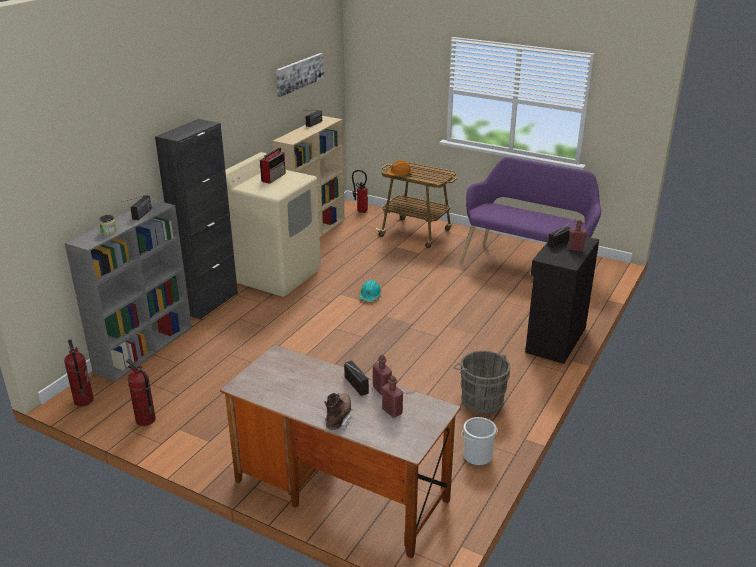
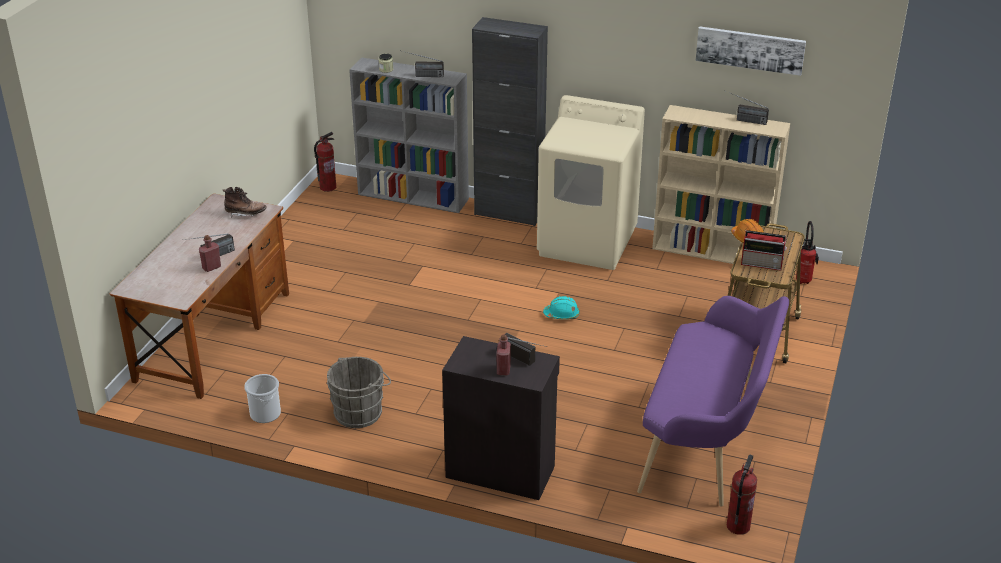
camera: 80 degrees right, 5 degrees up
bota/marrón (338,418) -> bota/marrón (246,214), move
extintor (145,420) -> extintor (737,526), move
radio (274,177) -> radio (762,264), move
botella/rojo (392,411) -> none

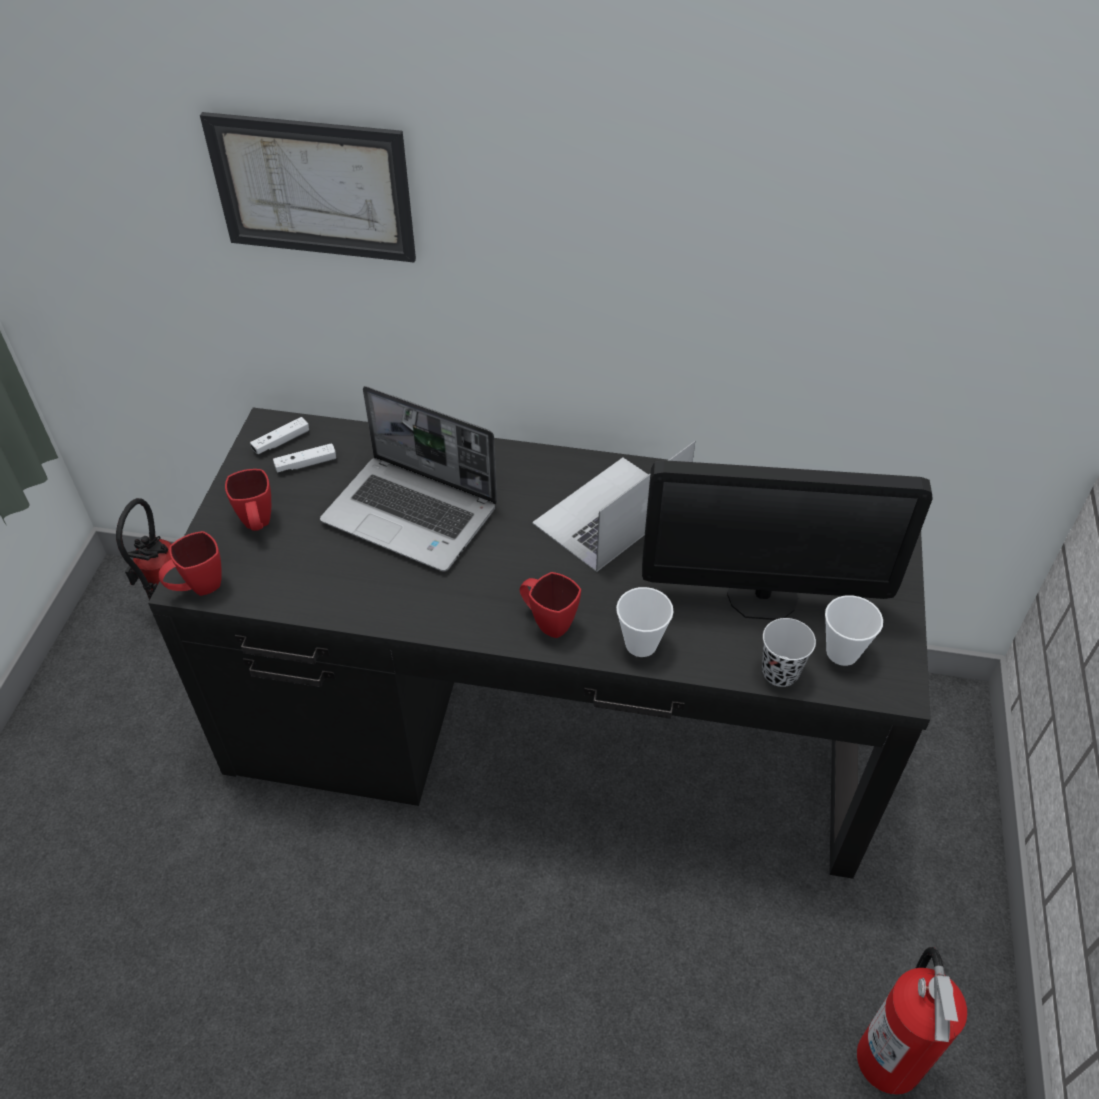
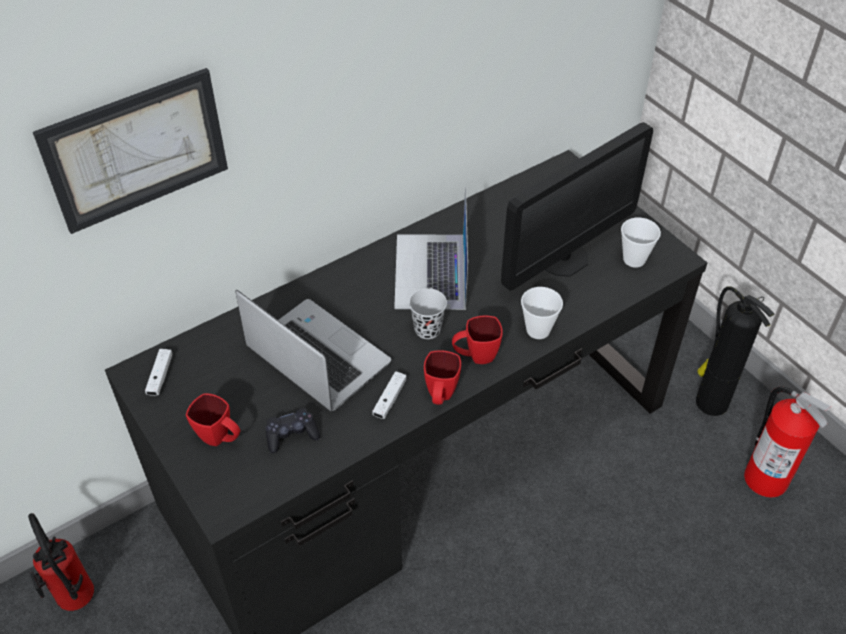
camera: 45 degrees left, 0 degrees up
portátil (413,515) -> portátil (315,357), 120 degrees counterclockwise
none -> mando de consola/negro (291,435)
mando de consola/blanco (306,464) -> mando de consola/blanco (389,399), move
taza/negro (780,672) -> taza/negro (427,329), move
taza grande/rojo (198,588) -> taza grande/rojo (440,397), move
none -> extintor (710,401)

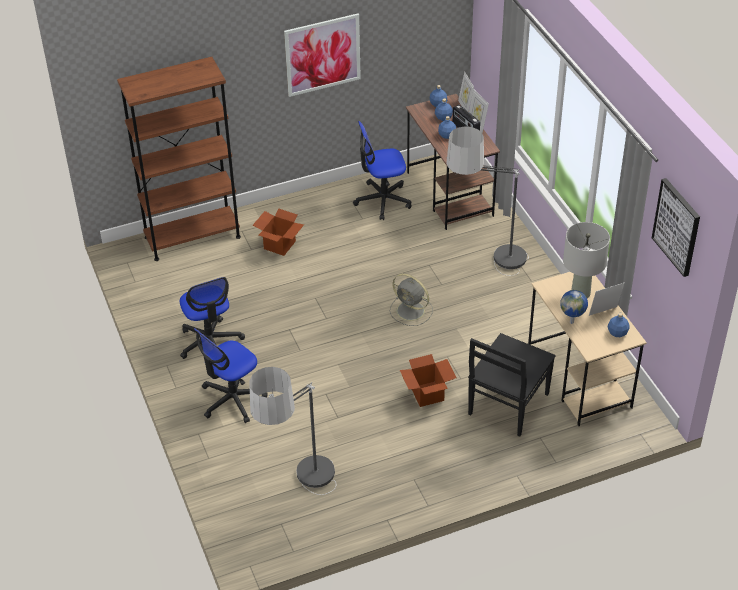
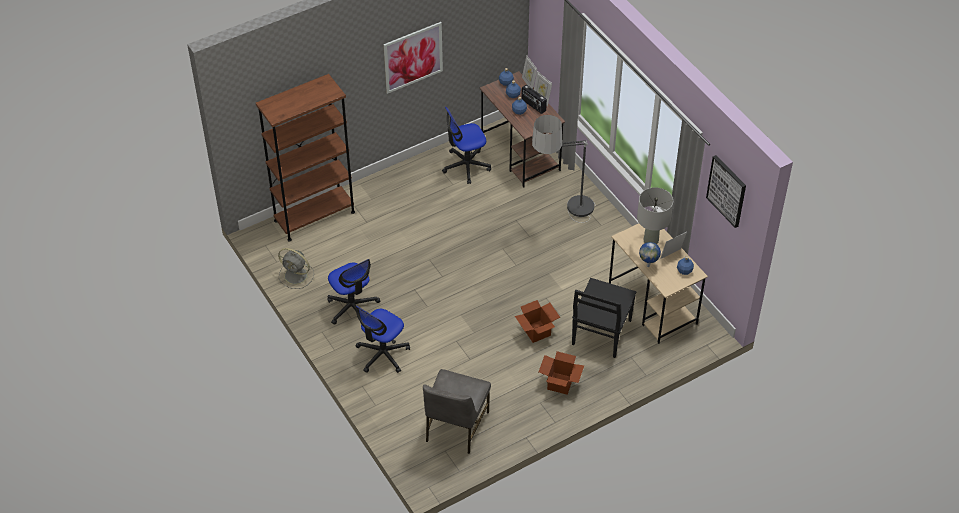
camera: 10 degrees left, 5 degrees up
ventilador/gris (411,311) -> ventilador/gris (296,276), move
lámpara de pie (301,496) -> silla/gris (455,427)
caja de cartón (279,245) -> caja de cartón (560,383), move

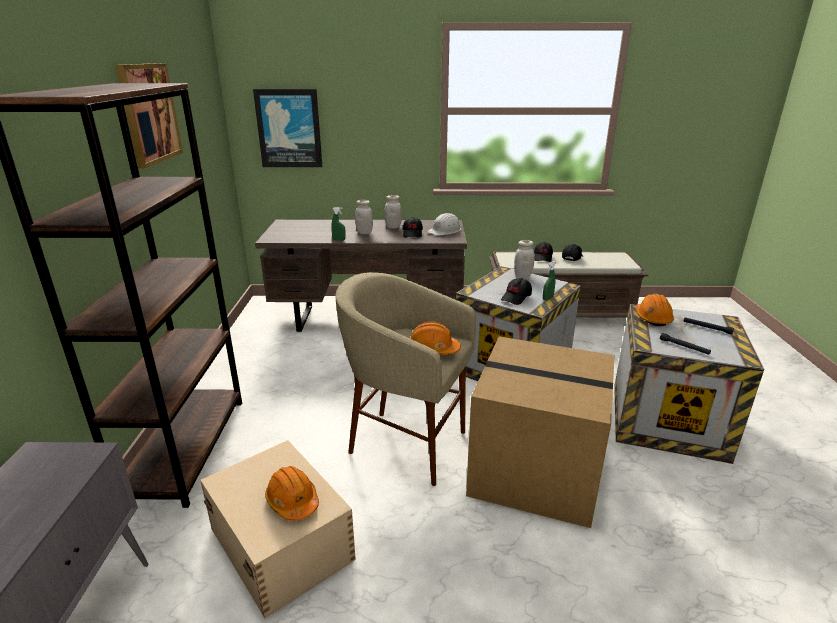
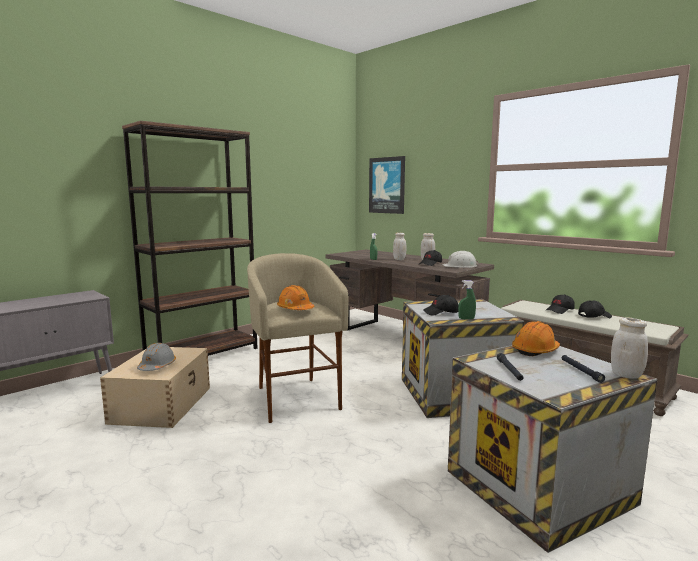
camera: 45 degrees right, 15 degrees down
casco/naranja (292,501) -> casco/gris (157,366)
tarro/blanco (522,275) -> tarro/blanco (626,375), move
cuadro (149,113) -> none
caja de cartón (533,471) -> none

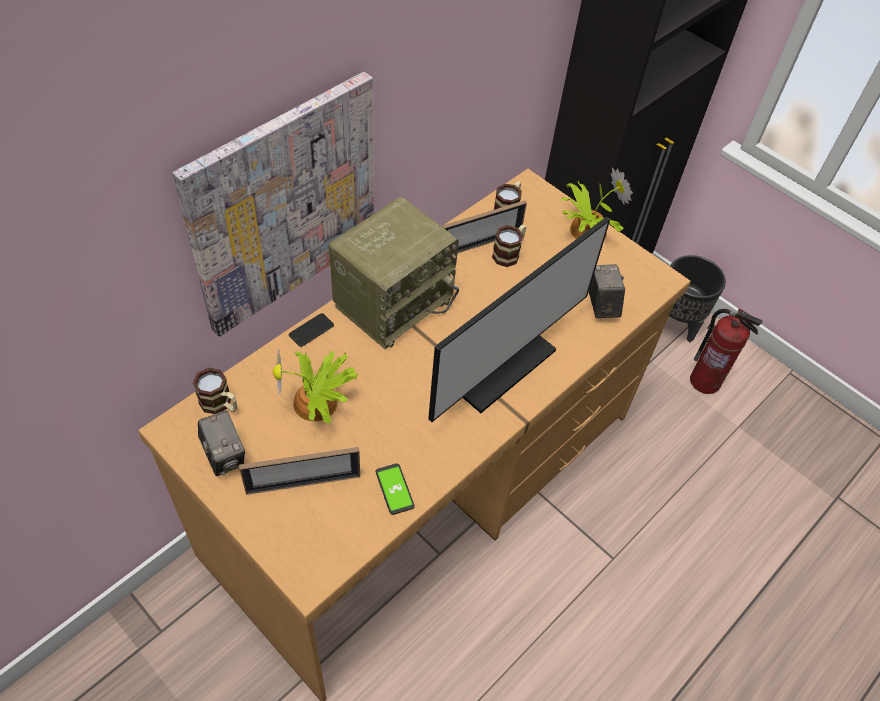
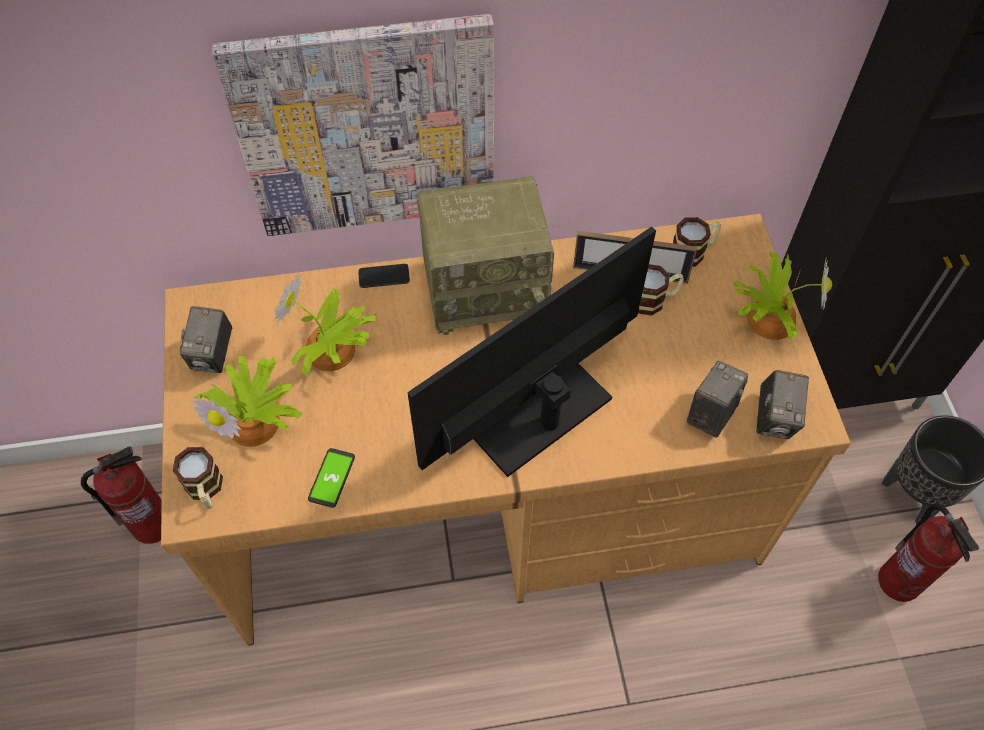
camera: 40 degrees right, 5 degrees up
none -> extintor (152,524)
taza grande (220,404) -> taza grande (205,490), move
portarretratos (303,483) -> planta en maceta (257,421)
monitor (500,365) -> monitor (540,415), 150 degrees clockwise
none -> cámara (775,418)

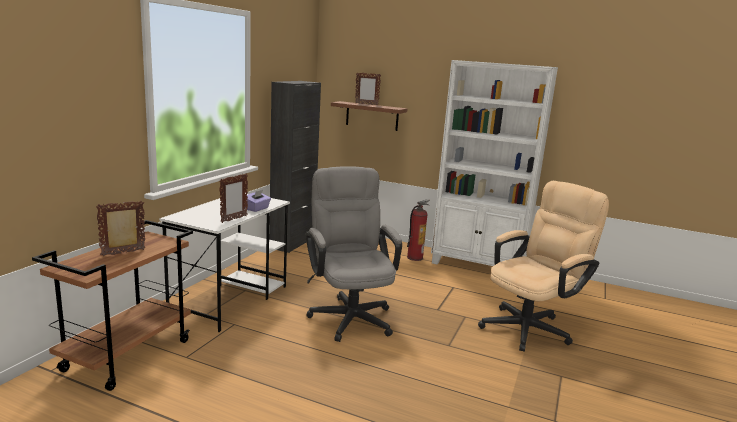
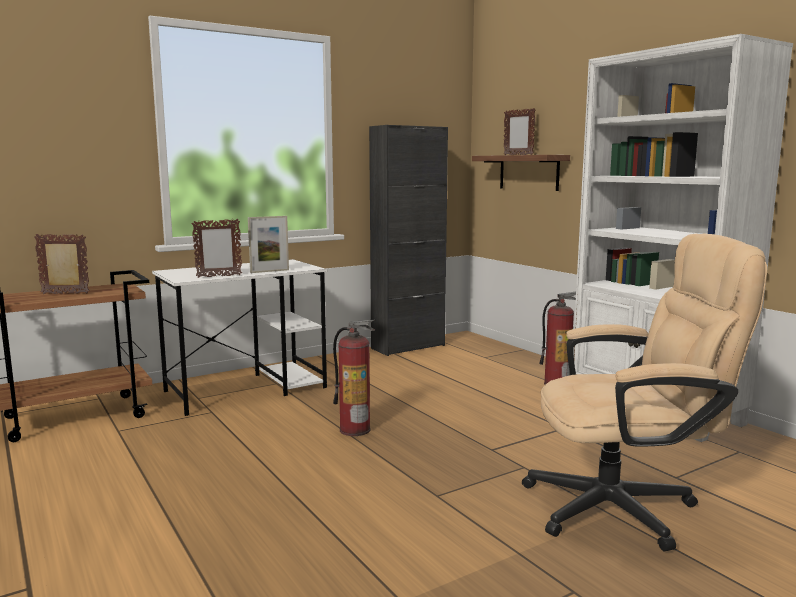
camera: 35 degrees right, 5 degrees down
caja de pañuelos/morado (257,209) -> portarretratos (269,271)
silla de oficina/gris (349,314) -> extintor (355,429)

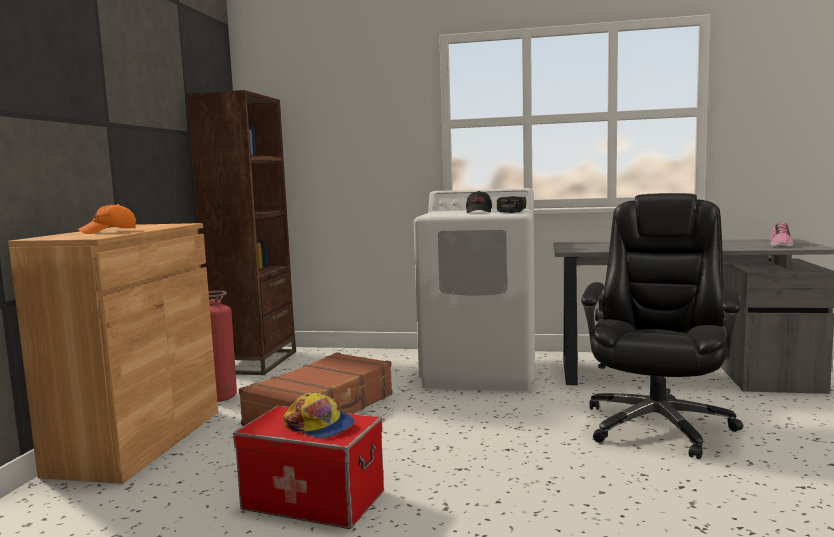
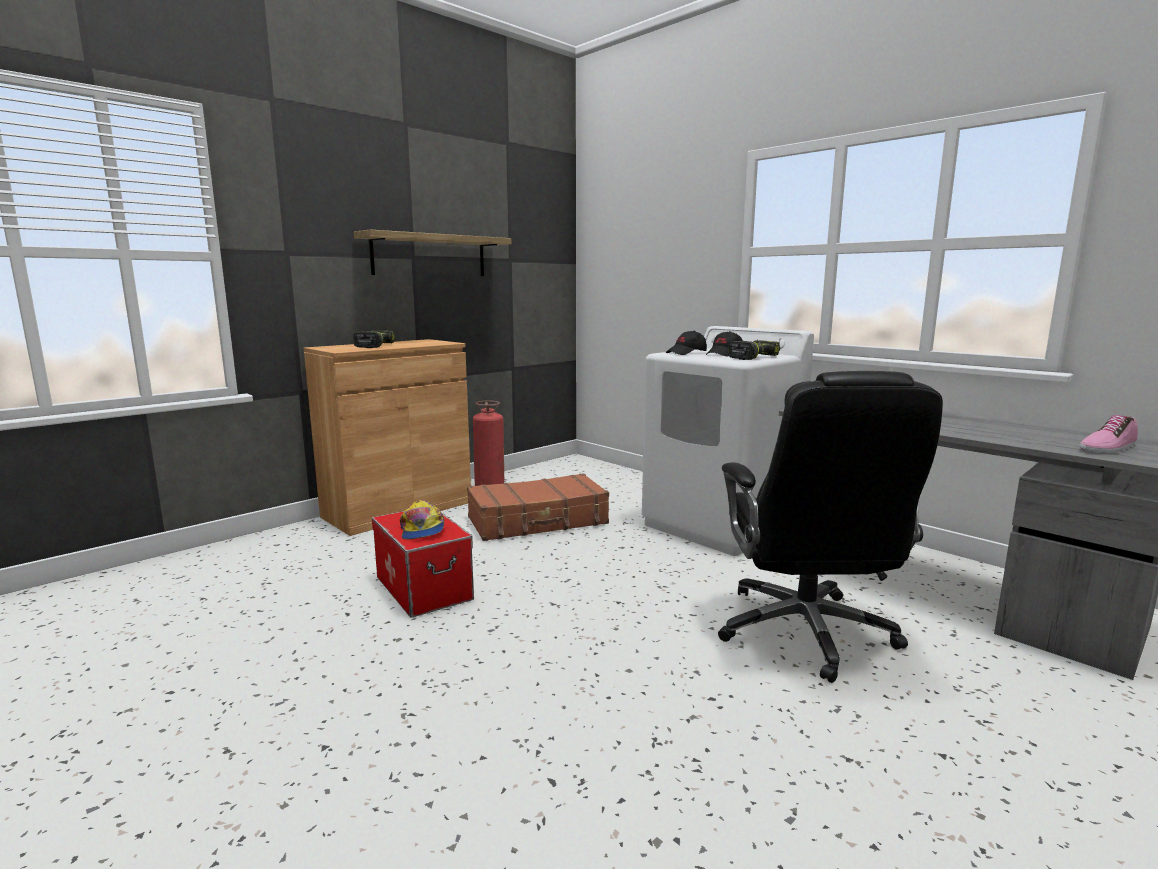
camera: 35 degrees right, 5 degrees up
gorra/naranja (109,232) -> taladro (374,346)
none -> estante (430,255)
none -> gorra/negro (686,353)
silla de oficina/negro (657,425) -> silla de oficina/negro (806,632), 120 degrees clockwise
estantería/marrón (255,362) -> none

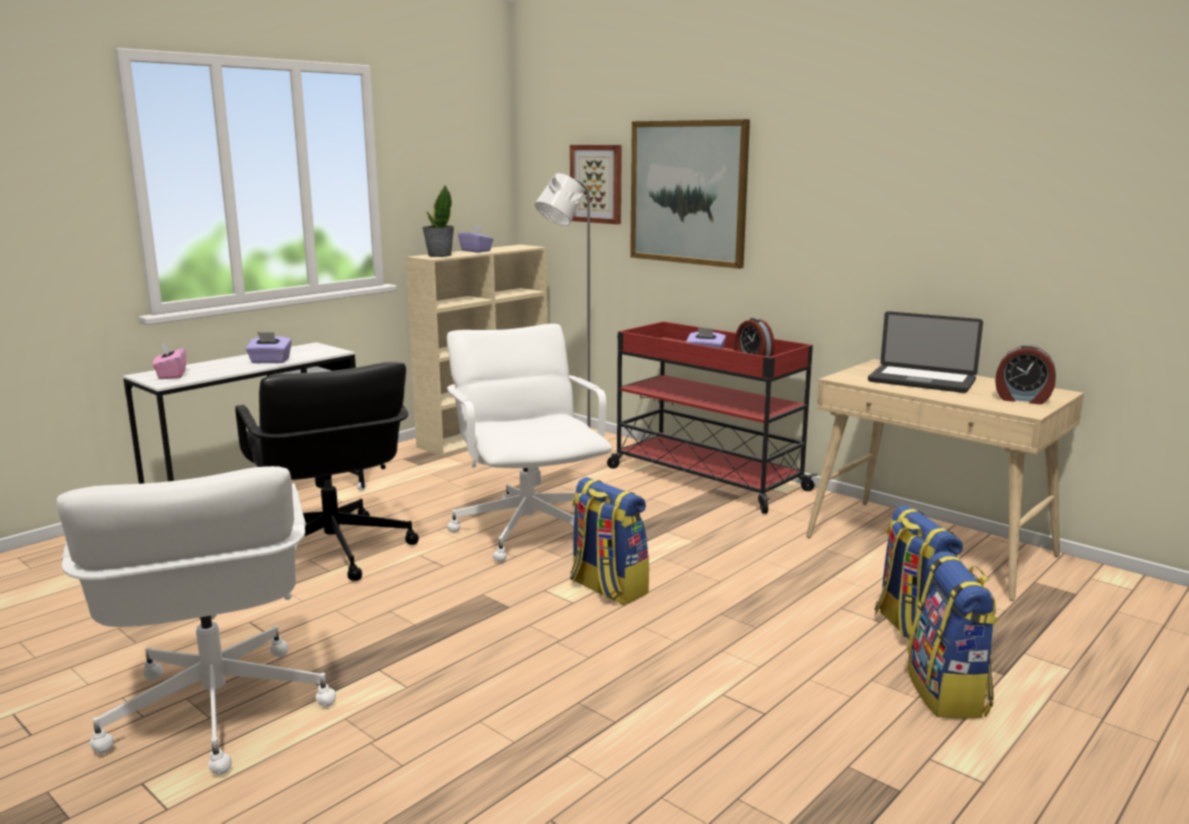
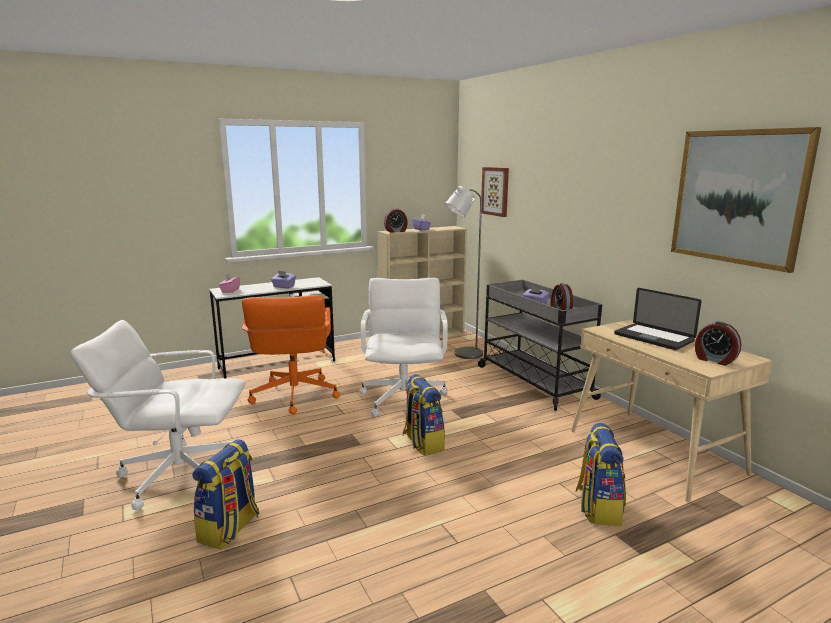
camera: 20 degrees right, 0 degrees up
silla de oficina/blanco (215,712) -> silla de oficina/blanco (178,474), 90 degrees clockwise
mochila (948,693) -> mochila (230,529), move
silla de oficina/negro (333,552) -> silla de oficina/naranja (294,396)
planta en maceta (439,255) -> despertador (396,231)
carrito/rojo (704,478) -> carrito/gris (533,381)
cuadro (688,192) -> cuadro (738,197), move

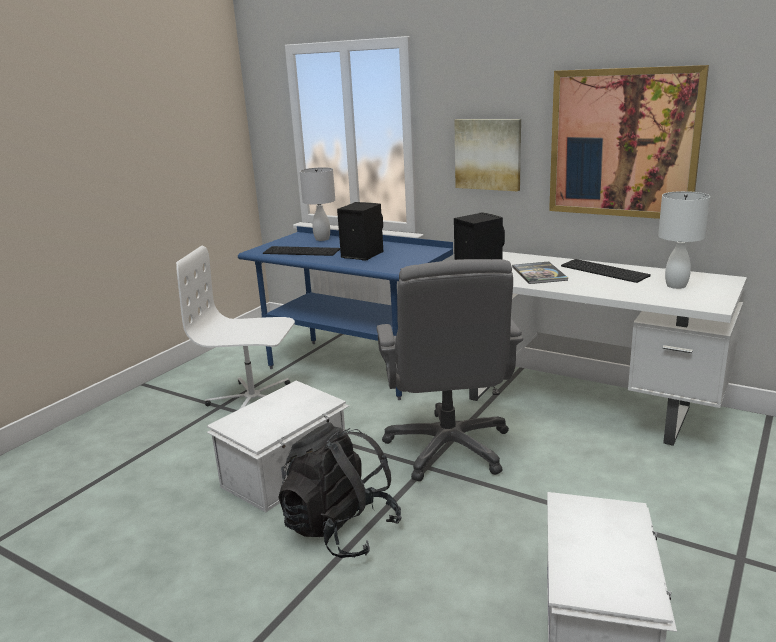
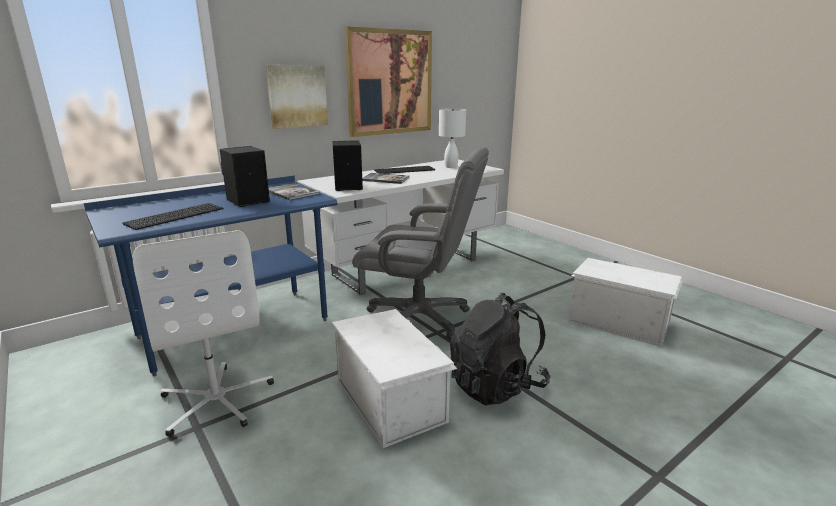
camera: 70 degrees left, 0 degrees up
silla de oficina/blanco (253,400) -> silla de oficina/blanco (217,400), 60 degrees counterclockwise
none -> libro (291,192)
lámpara de mesa/blanco (322,239) -> none

